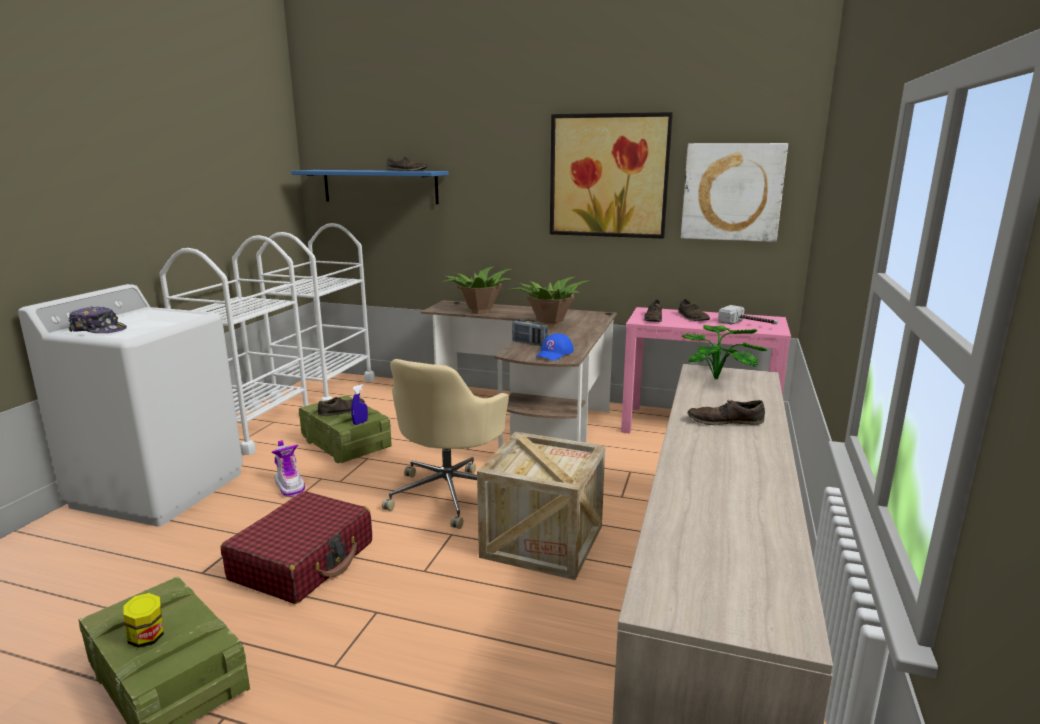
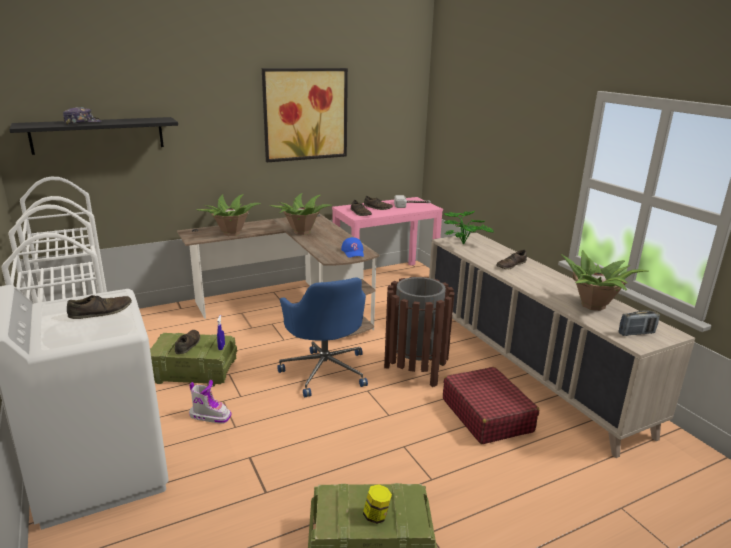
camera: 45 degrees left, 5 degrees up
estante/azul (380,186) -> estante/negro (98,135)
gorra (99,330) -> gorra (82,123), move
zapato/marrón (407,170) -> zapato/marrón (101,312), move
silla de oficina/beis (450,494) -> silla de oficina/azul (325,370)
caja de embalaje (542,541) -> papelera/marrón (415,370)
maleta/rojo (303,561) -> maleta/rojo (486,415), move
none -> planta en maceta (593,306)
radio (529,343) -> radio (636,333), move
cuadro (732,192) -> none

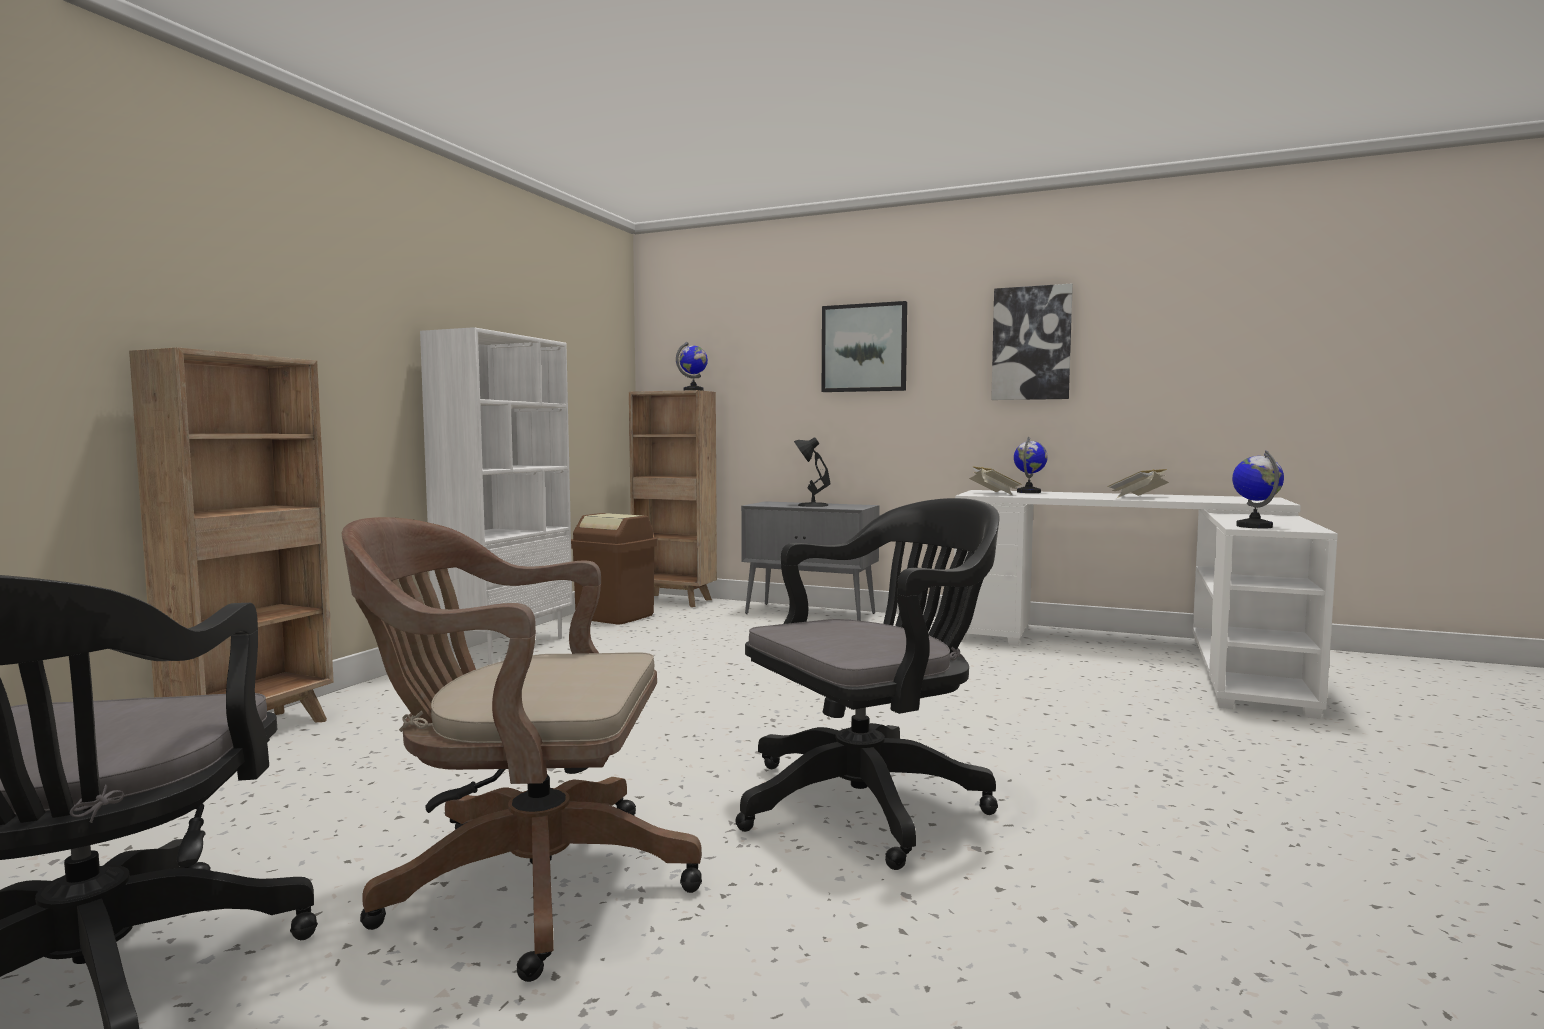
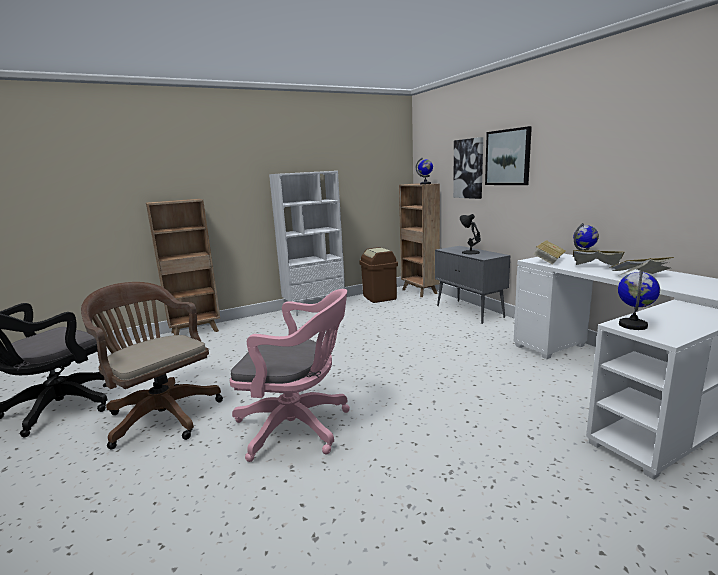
camera: 40 degrees right, 10 degrees up
silla de oficina/negro (871,801) -> silla de oficina/rosa (298,427)
cuadro (1031,343) -> cuadro (469,168), move
none -> libro (596,267)

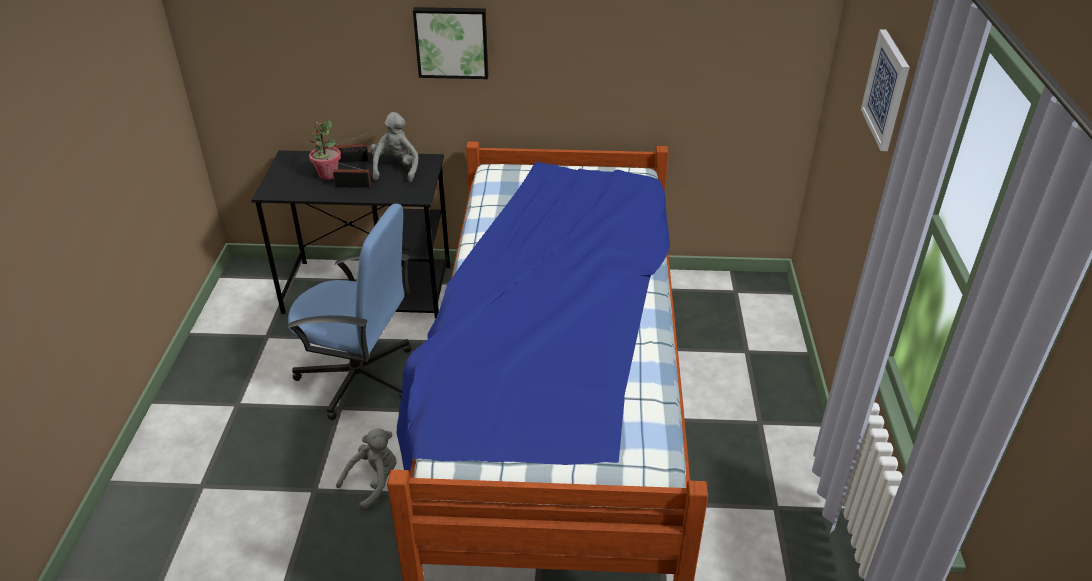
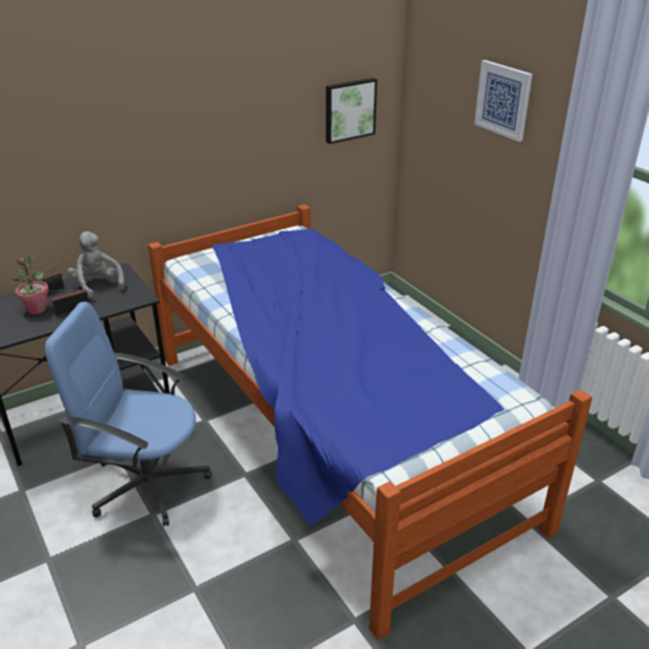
camera: 35 degrees left, 5 degrees down
silla de oficina/azul (359,377) -> silla de oficina/azul (147,483), 150 degrees counterclockwise
cuadro (452,42) -> cuadro (349,110), move
peluche/gris (374,482) -> none

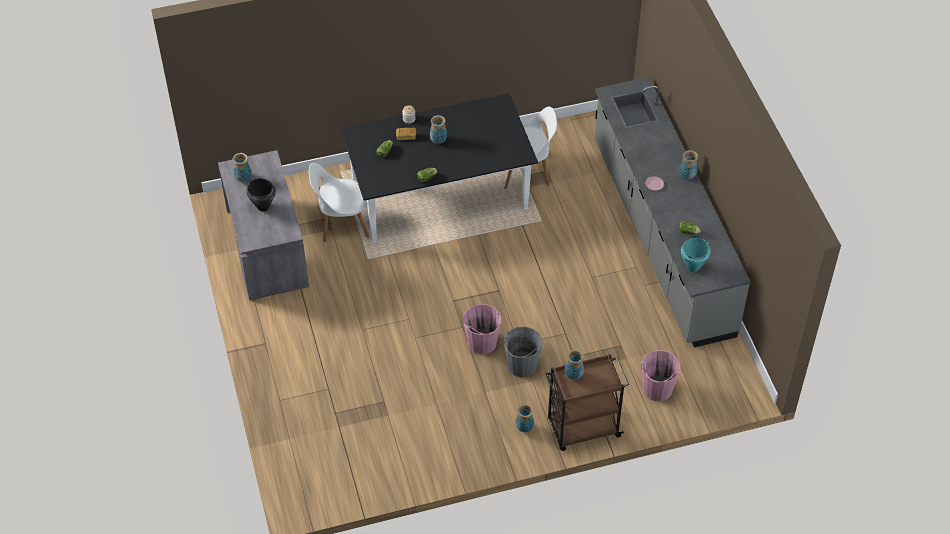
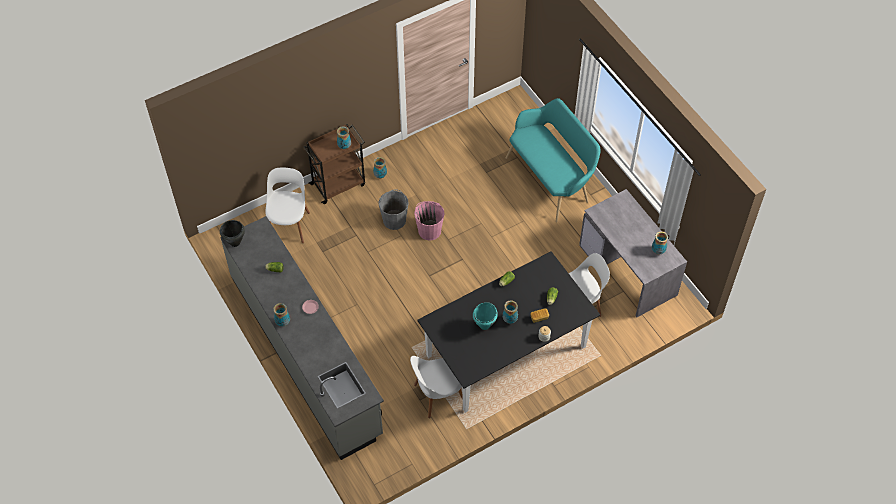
camera: 165 degrees right, 5 degrees up
olla/negro (263,207) -> olla/negro (235,243), move
cubo/rosa (657,389) -> silla/blanco (289,224)
olla/turquesa (692,267) -> olla/turquesa (484,325), move
none -> banco/turquesa (551,179)

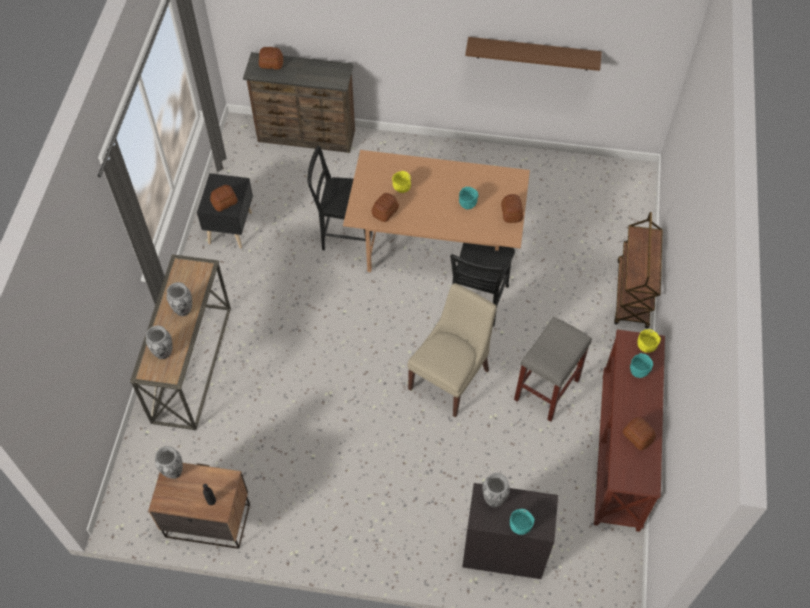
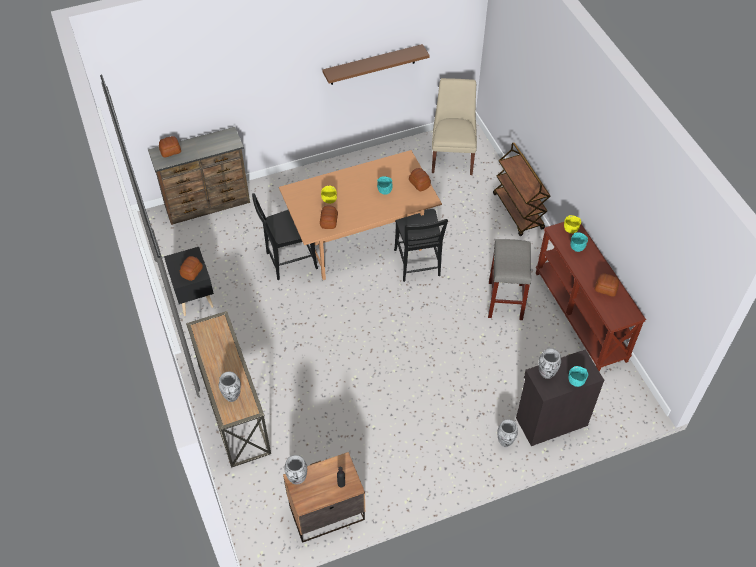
camera: 30 degrees left, 5 degrees down
silla/beis (450,377) -> silla/beis (452,156), move
florero (183,310) -> florero (505,441), move

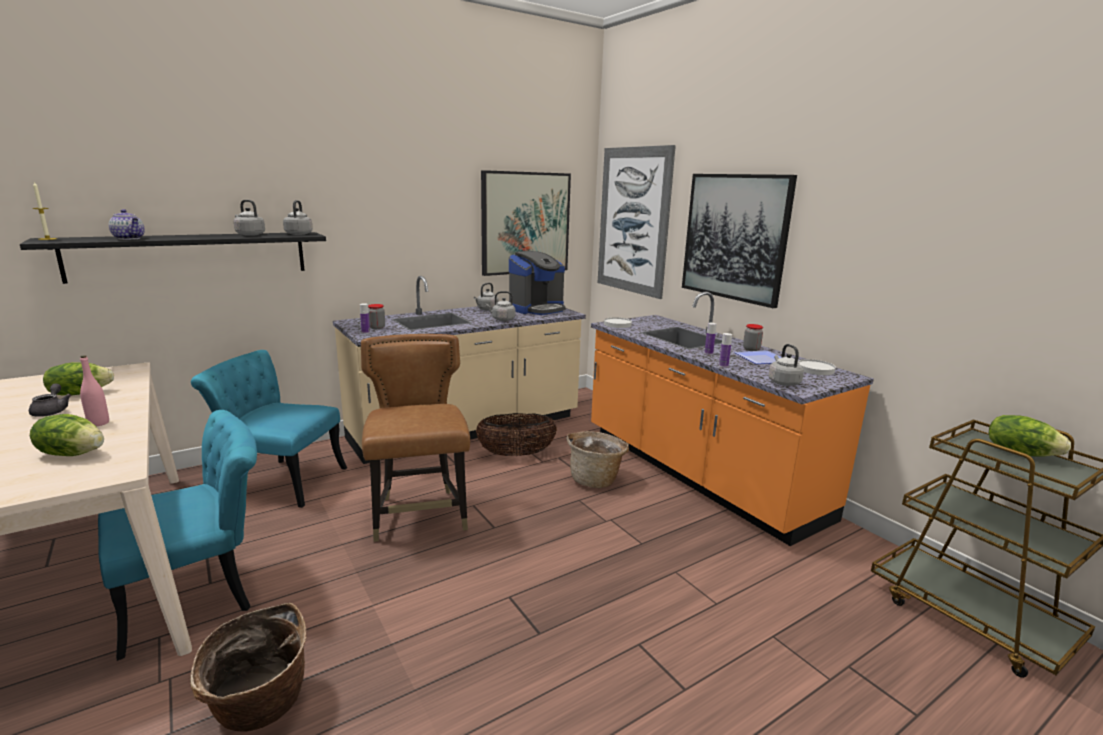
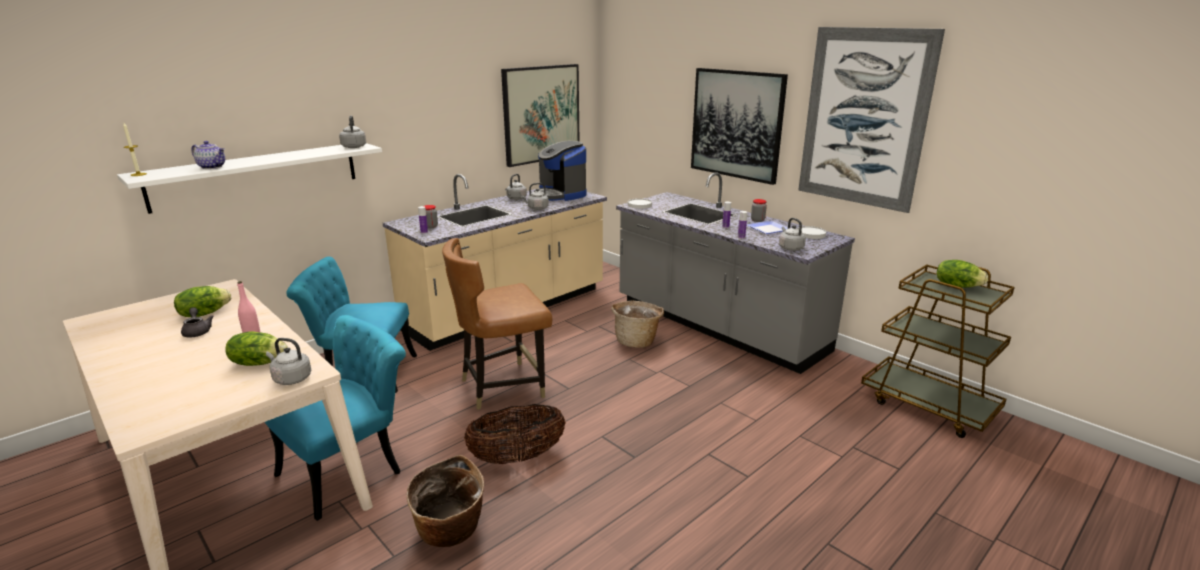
camera: 10 degrees left, 5 degrees up
estante/negro (191,255) -> estante/blanco (257,175)
hervidor/gris (249,234) -> hervidor/gris (291,378), move
silla/marrón (420,515) -> silla/marrón (502,386), 90 degrees counterclockwise
cesta (516,454) -> cesta (517,457), move
cafetera (537,309) -> cafetera (561,194), 105 degrees clockwise
mueble bajo de cocina/naranja (697,473) -> mueble bajo de cocina/gris (717,326)
cuadro (633,221) -> cuadro (864,118), move

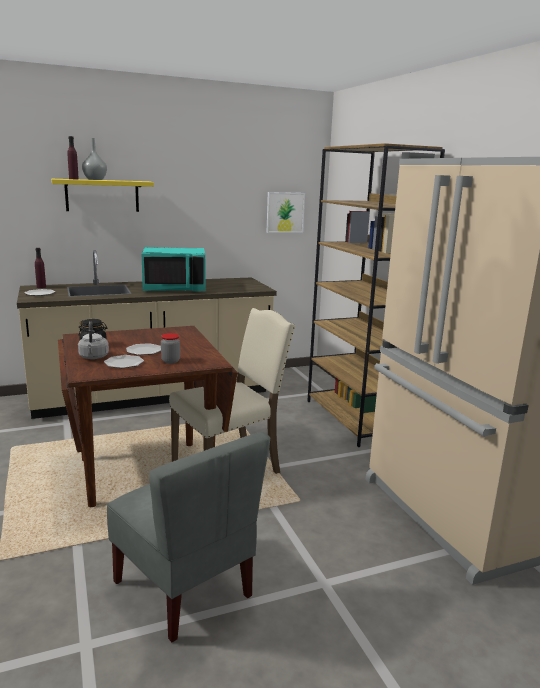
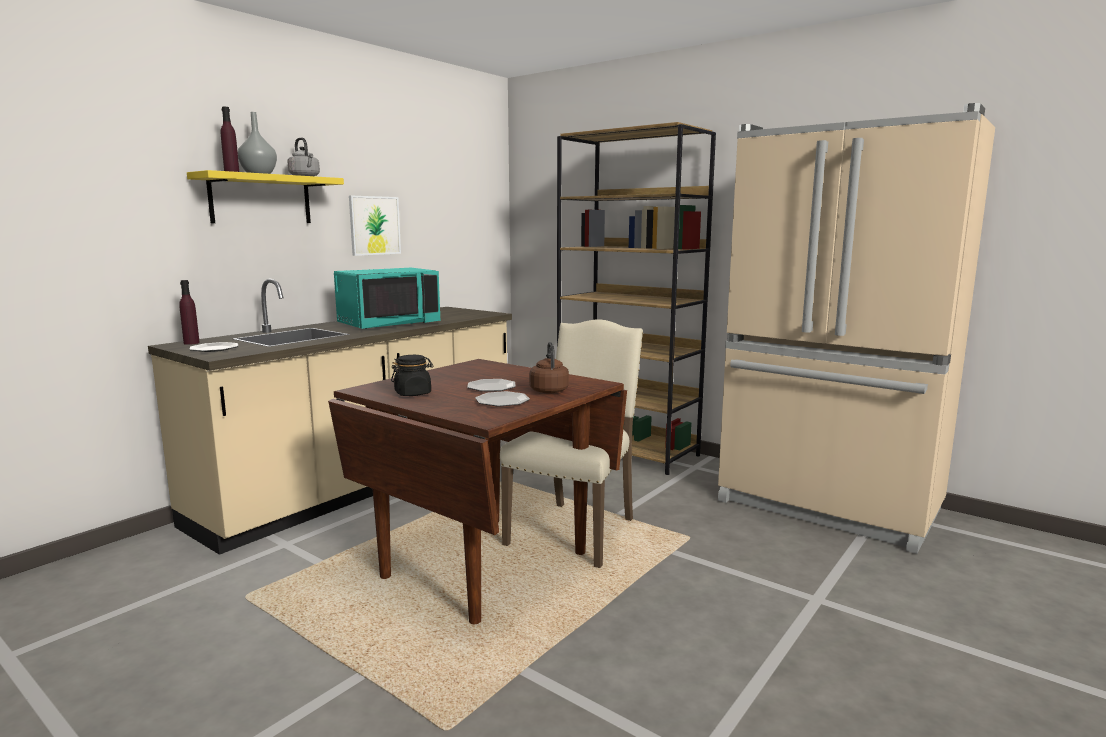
camera: 30 degrees left, 5 degrees down
hervidor/gris (93,357) -> hervidor/gris (305,176), move
cuadro (285,212) -> cuadro (374,225), move
tarro (170,361) -> hervidor/marrón (548,390)
silla/gris (185,588) -> none

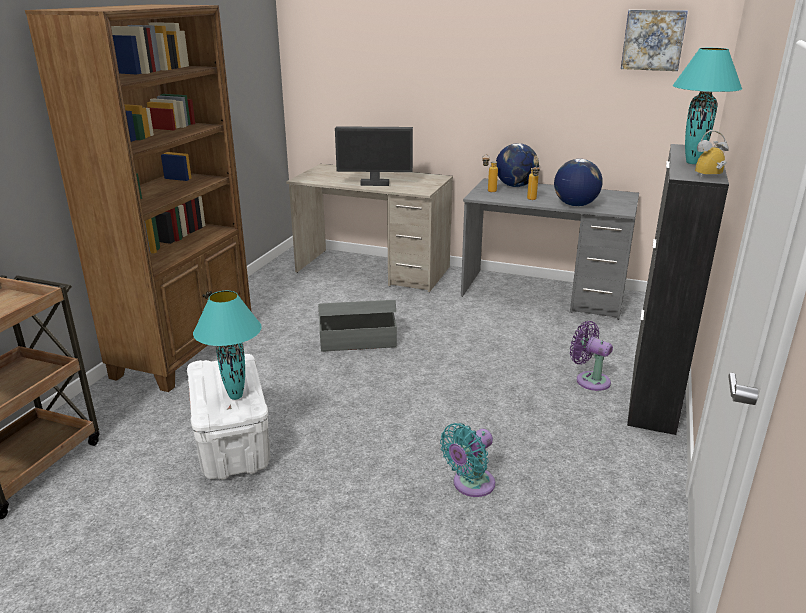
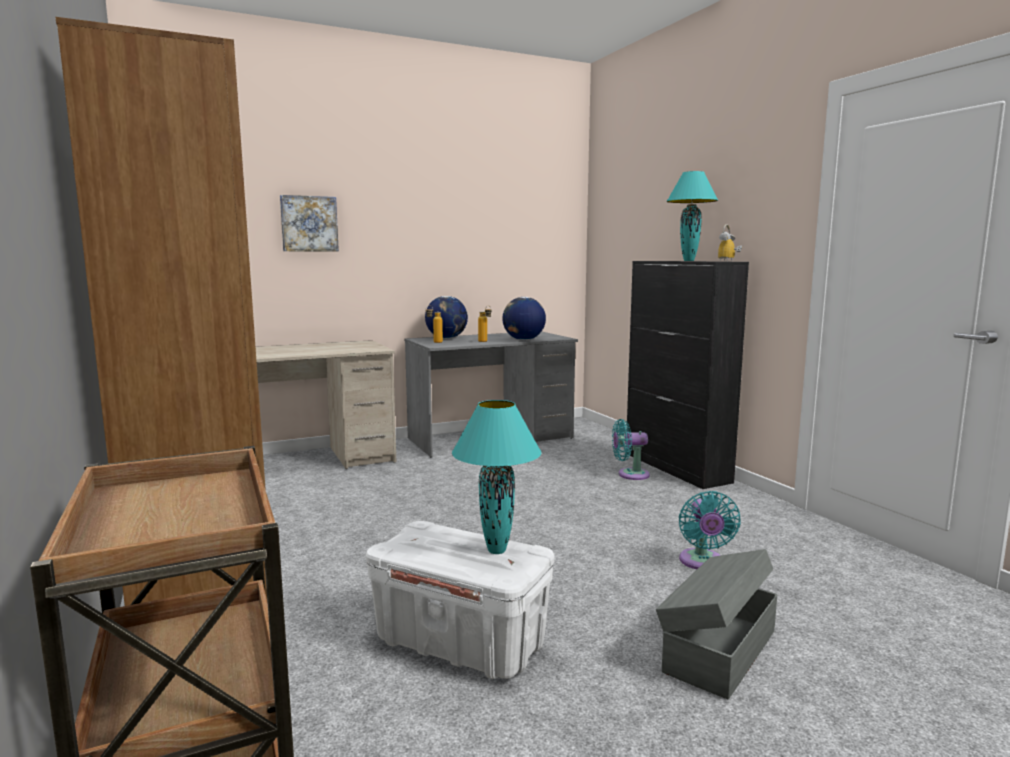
camera: 45 degrees left, 15 degrees down
cuadro (653,40) -> cuadro (309,224), move
ventilador/morado (589,380) -> ventilador/turquesa (630,474)
caja de almacenaje/gris (357,340) -> caja de almacenaje/gris (717,650), move
monitor (375,184) -> none

